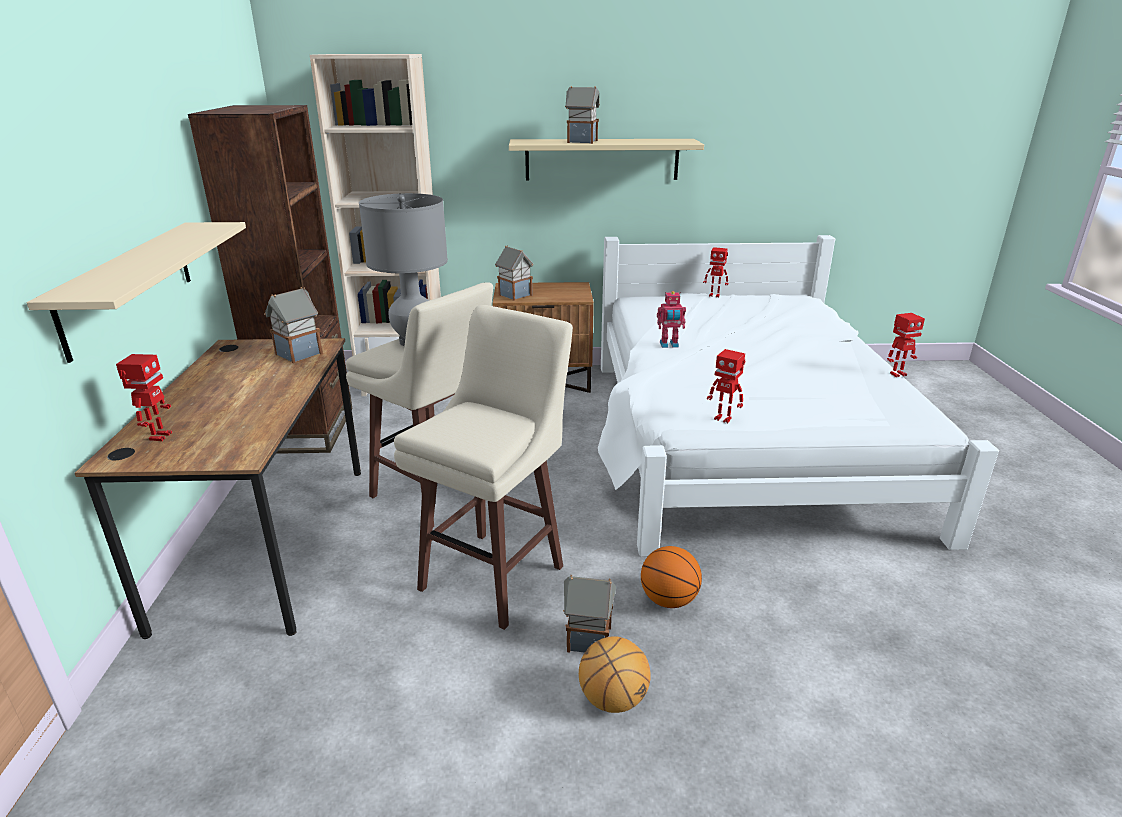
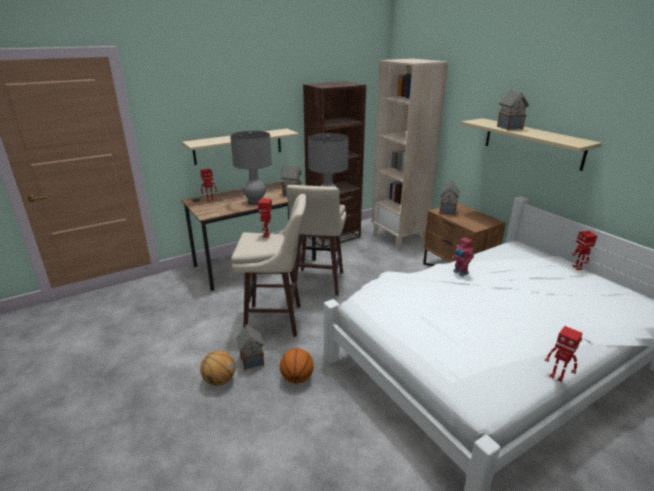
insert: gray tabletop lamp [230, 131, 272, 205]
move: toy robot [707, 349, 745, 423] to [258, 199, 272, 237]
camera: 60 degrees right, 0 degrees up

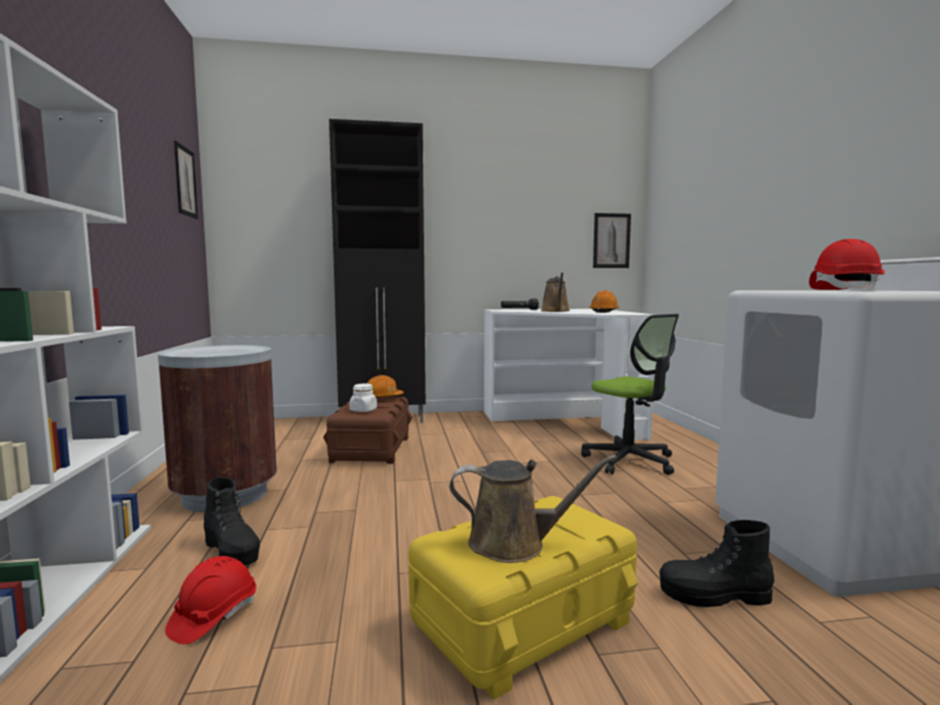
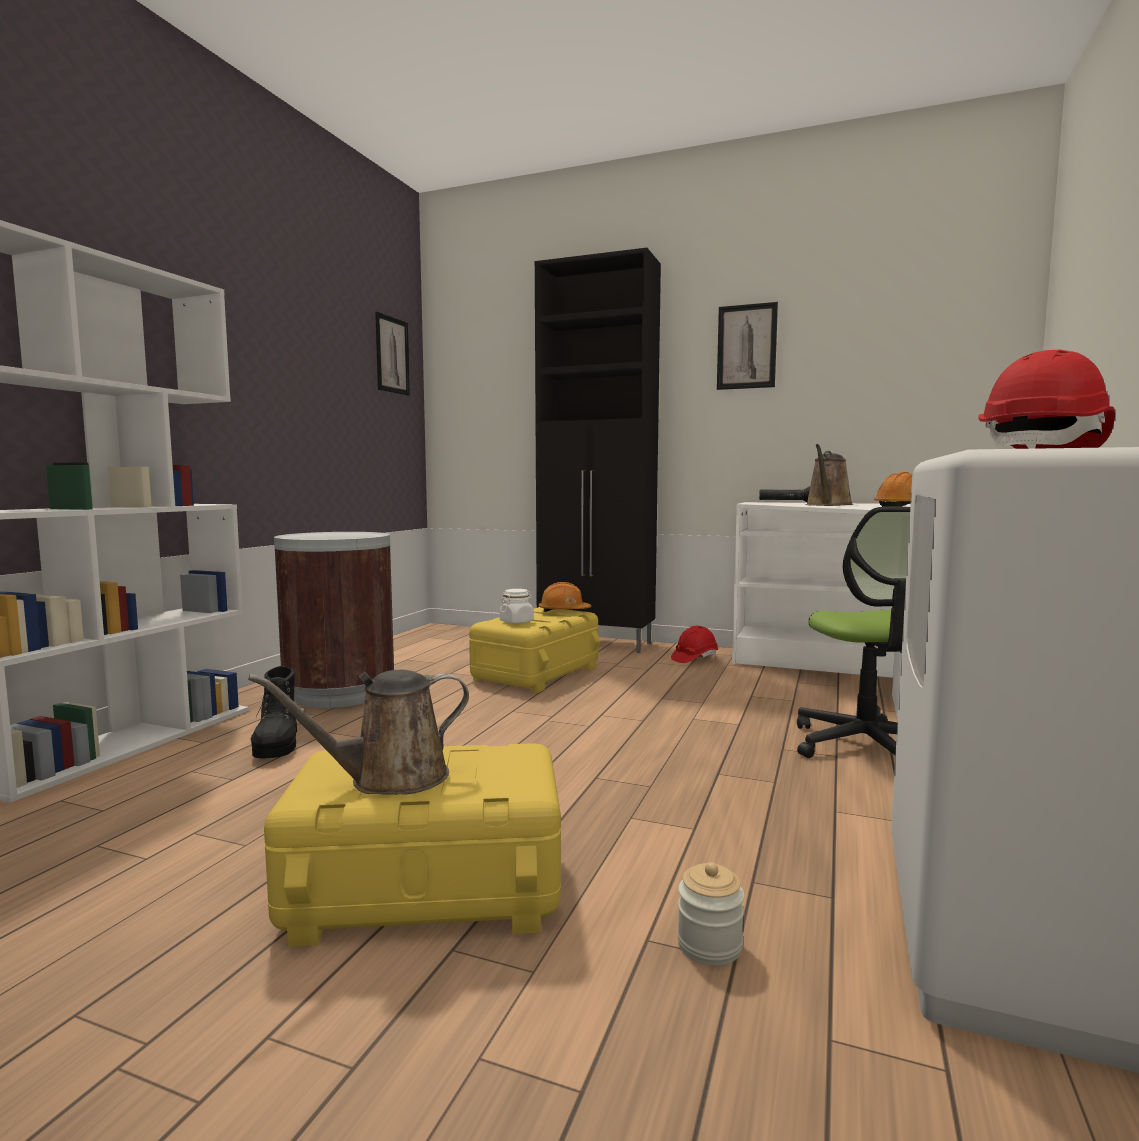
move: red-coloured work helmet [165, 556, 256, 644] to [671, 626, 718, 663]; picture [593, 213, 631, 268] to [717, 302, 778, 390]
replace: blackish tall boot [659, 520, 774, 607] to storage jar [677, 862, 745, 965]
recolor: brown-coloured storage box [323, 396, 412, 464] to yellow storage box [469, 607, 601, 693]
rotate: brown-coloured watering can [449, 455, 617, 563] = [248, 670, 469, 795] 120 degrees clockwise
camera: 30 degrees right, 0 degrees up

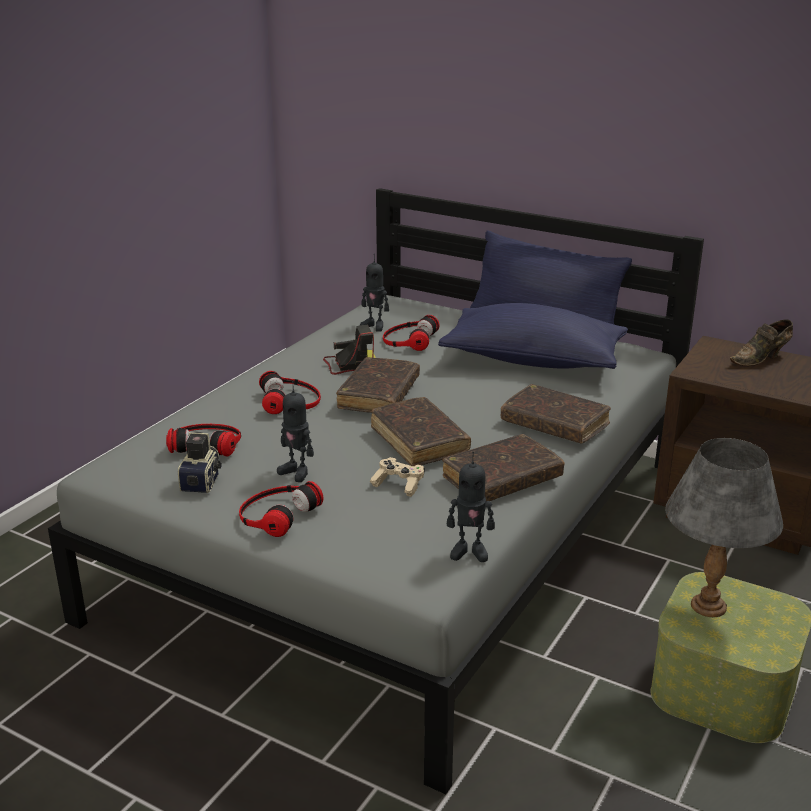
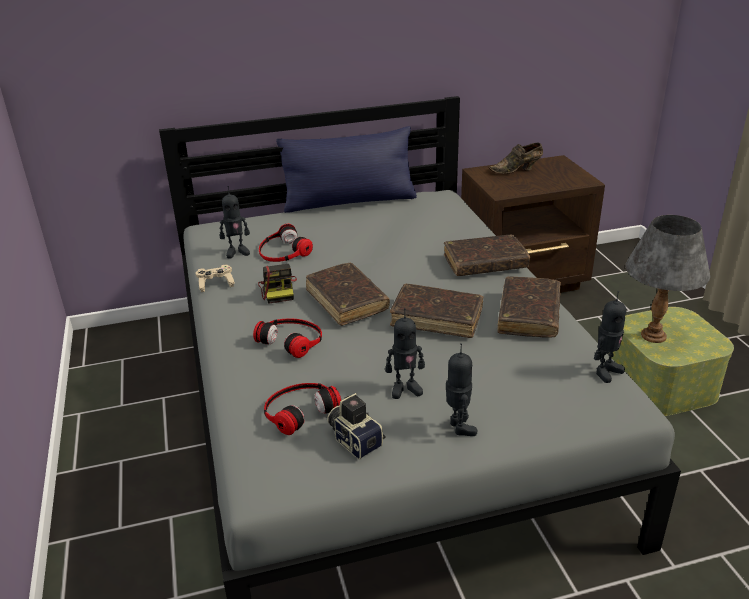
delete: bluish throw pillow [438, 303, 628, 369]
move: beige game controller [370, 457, 425, 497] to [196, 264, 235, 292]
replace: pair of headphones [239, 481, 323, 537] to toy robot [446, 343, 477, 436]
rotate: still camera [323, 324, 376, 375] = [258, 264, 297, 304] 135 degrees clockwise; brown-coloured item of footwear [730, 319, 793, 366] = [489, 143, 543, 174] 60 degrees clockwise
camera: 45 degrees left, 5 degrees up

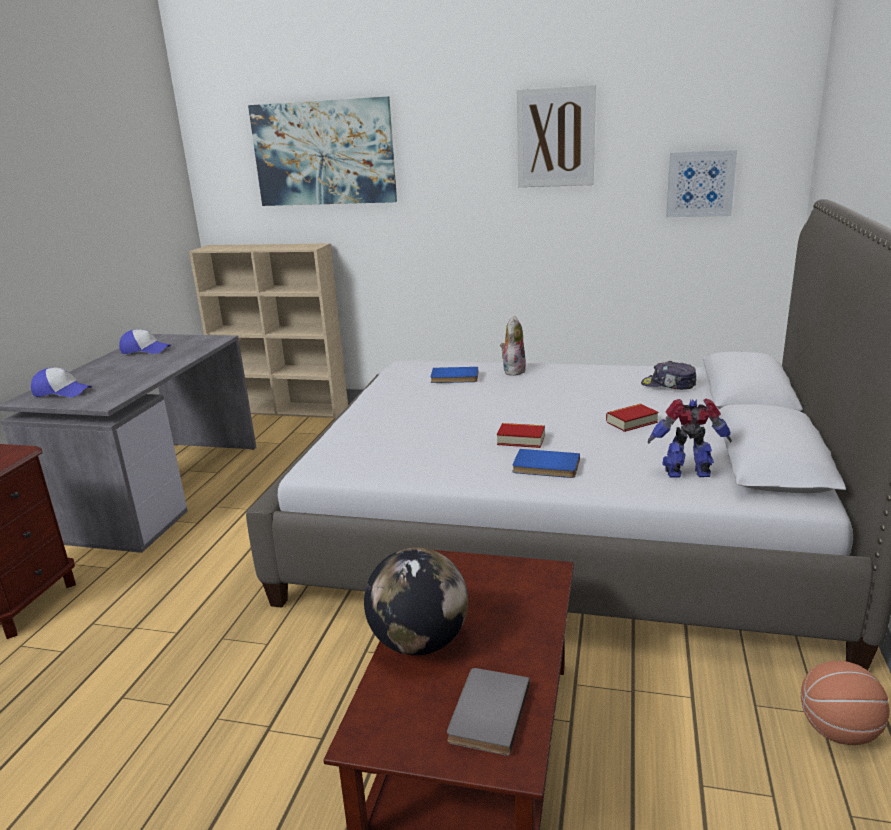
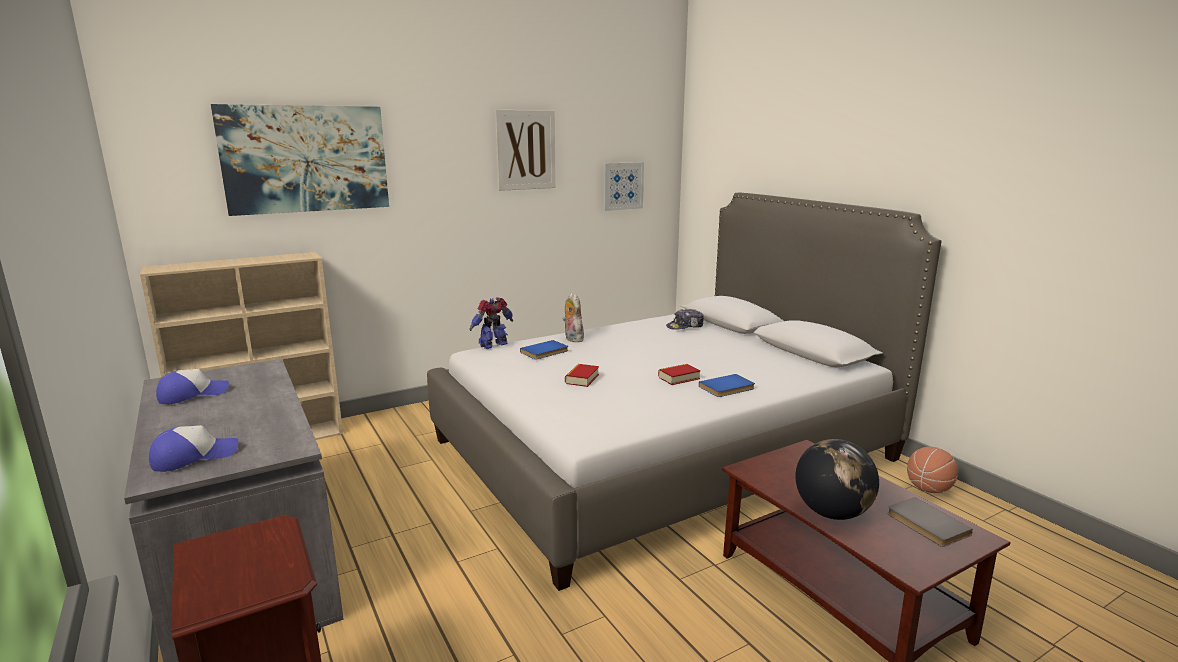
move: toy robot [648, 398, 732, 477] to [469, 297, 513, 349]; book [606, 404, 659, 432] to [565, 364, 599, 387]
camera: 45 degrees left, 5 degrees down

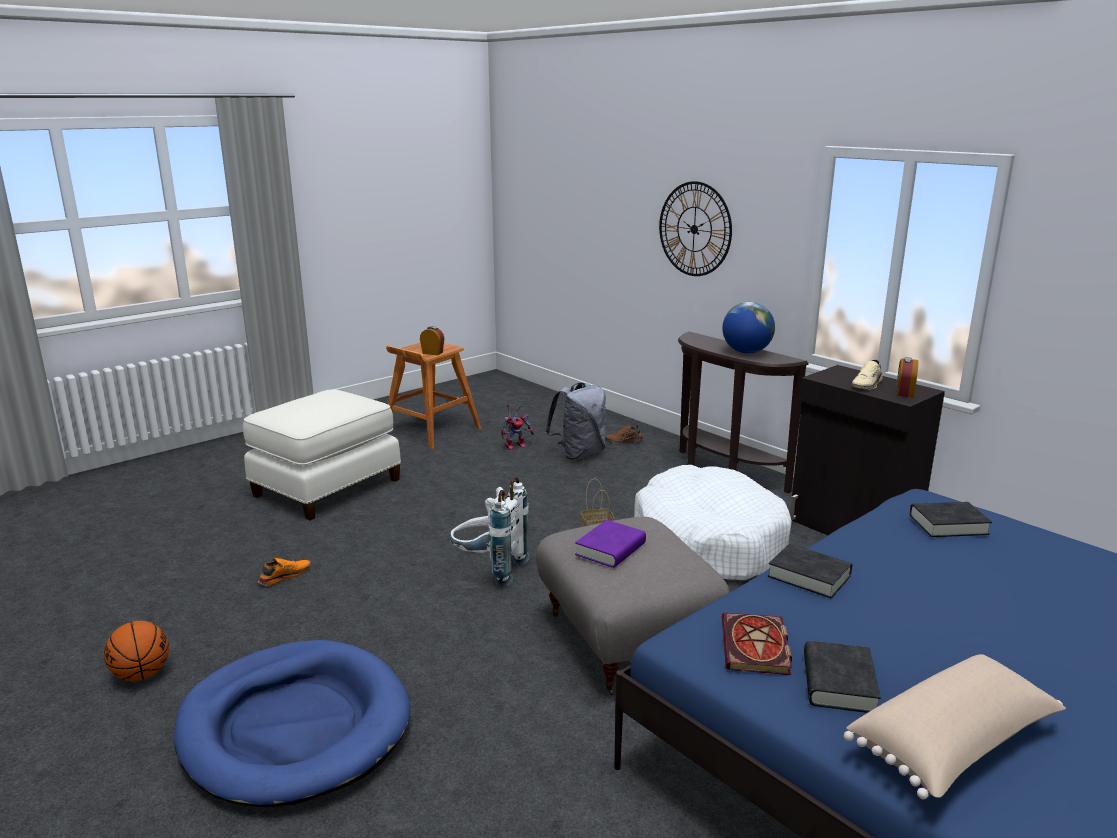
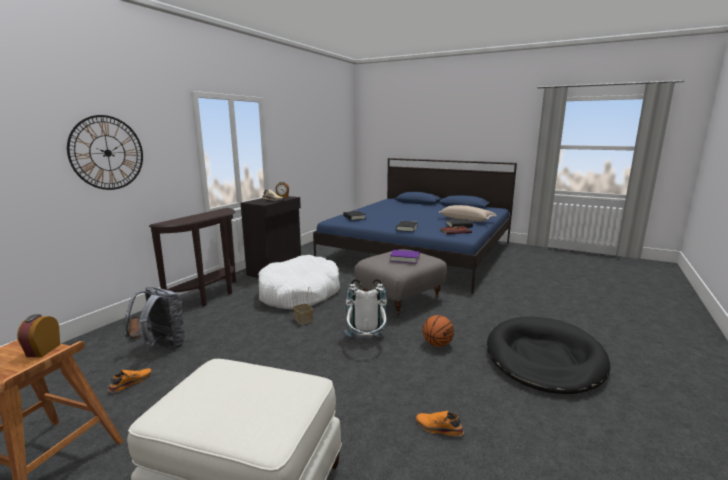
delete: world globe [722, 302, 775, 354]
move: ball for basketball [104, 621, 169, 681] to [423, 315, 454, 347]
replace: toy robot [501, 404, 534, 450] to orange-coloured item of footwear [108, 368, 152, 392]
recolor: bluish dog cushion [174, 640, 411, 807] to blackish dog cushion [487, 317, 610, 394]
camera: 110 degrees left, 5 degrees down

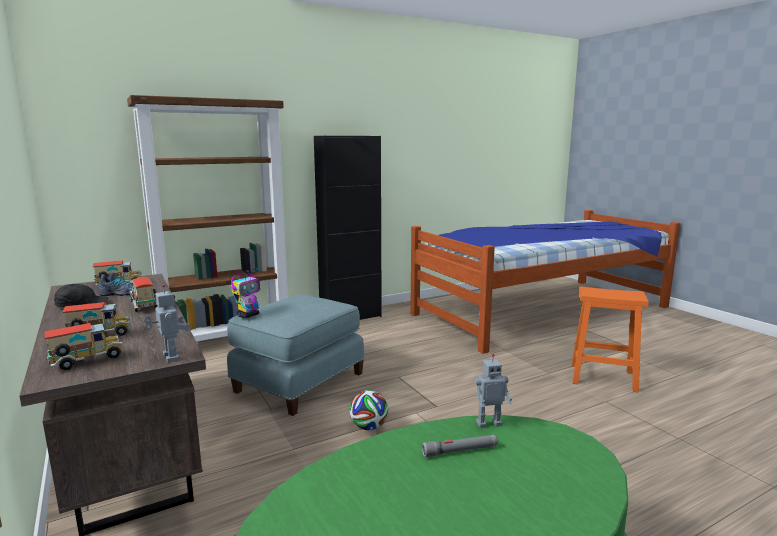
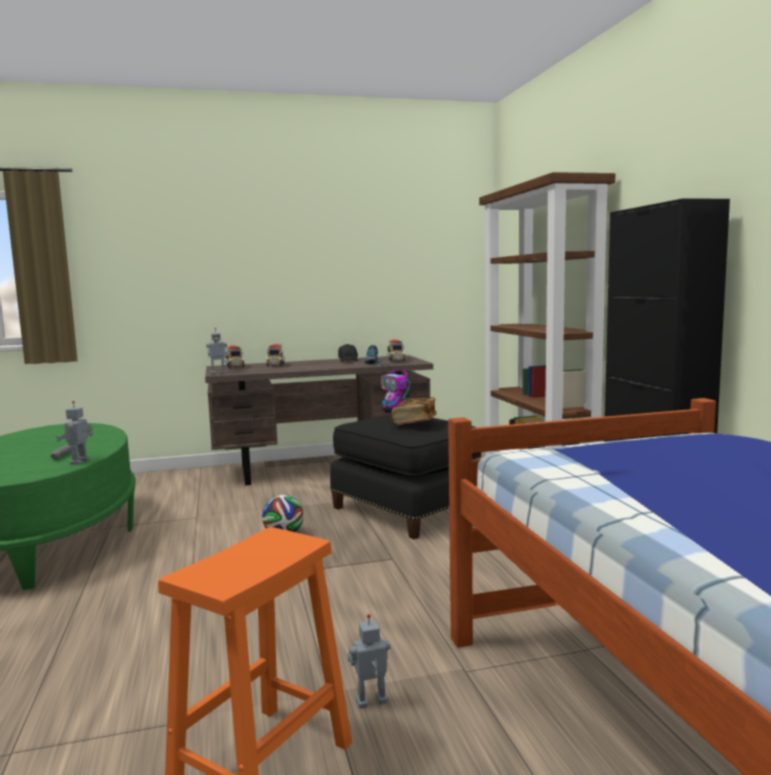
delete: toy truck [129, 277, 157, 312]
insert: toy robot [347, 614, 390, 709]; book [391, 397, 437, 425]
recolor: bluish ottoman [227, 294, 365, 416] to blackish ottoman [330, 414, 482, 539]
camera: 105 degrees right, 5 degrees down

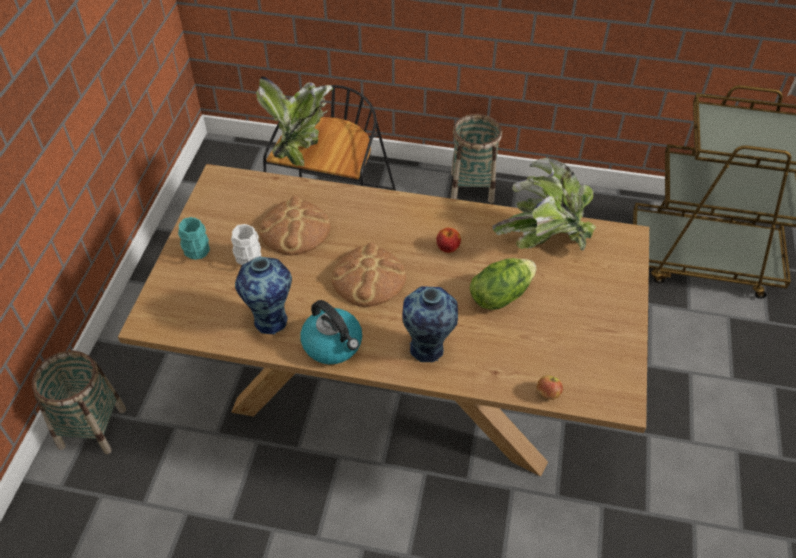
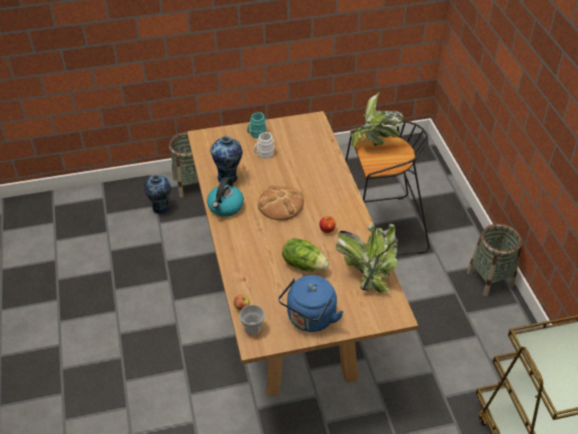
delete: baked bread [260, 196, 331, 256]
insert: drinking cup [239, 305, 265, 335]; bluish kettle [278, 275, 344, 332]
move: vase [403, 286, 458, 362] to [144, 175, 171, 214]
camera: 65 degrees right, 5 degrees down

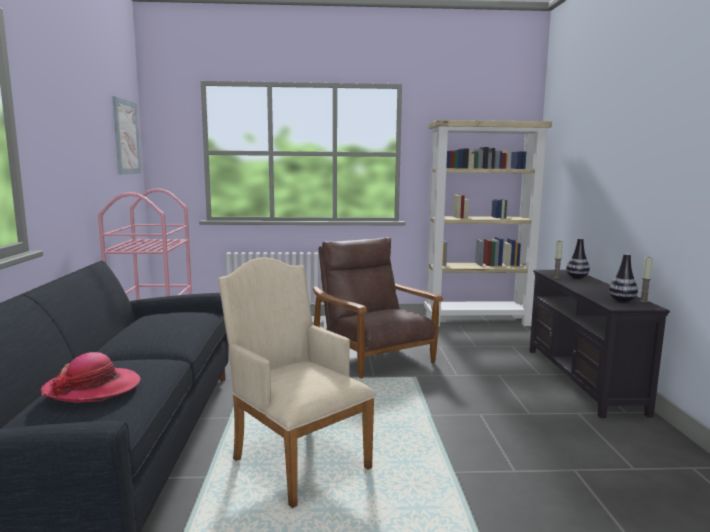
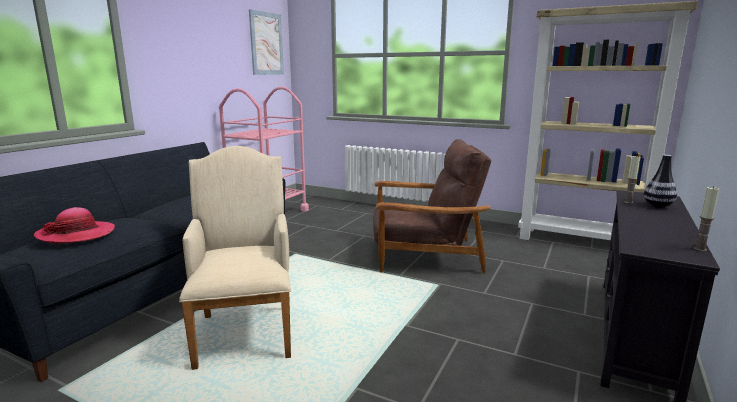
delete: vase [609, 254, 638, 303]
rotate: brown-coloured armchair [313, 237, 443, 378] = [373, 139, 491, 273] 90 degrees clockwise
camera: 30 degrees right, 5 degrees up

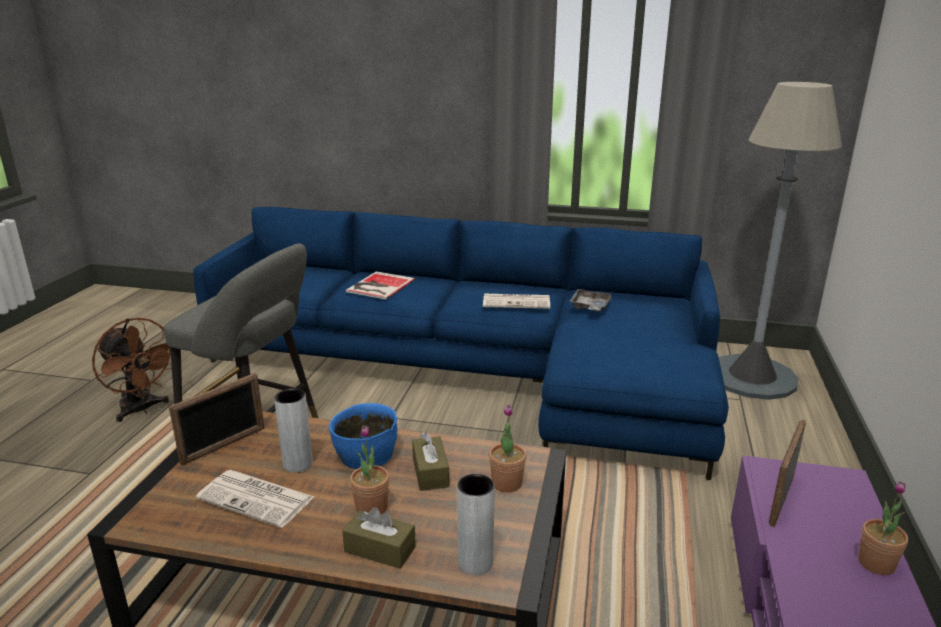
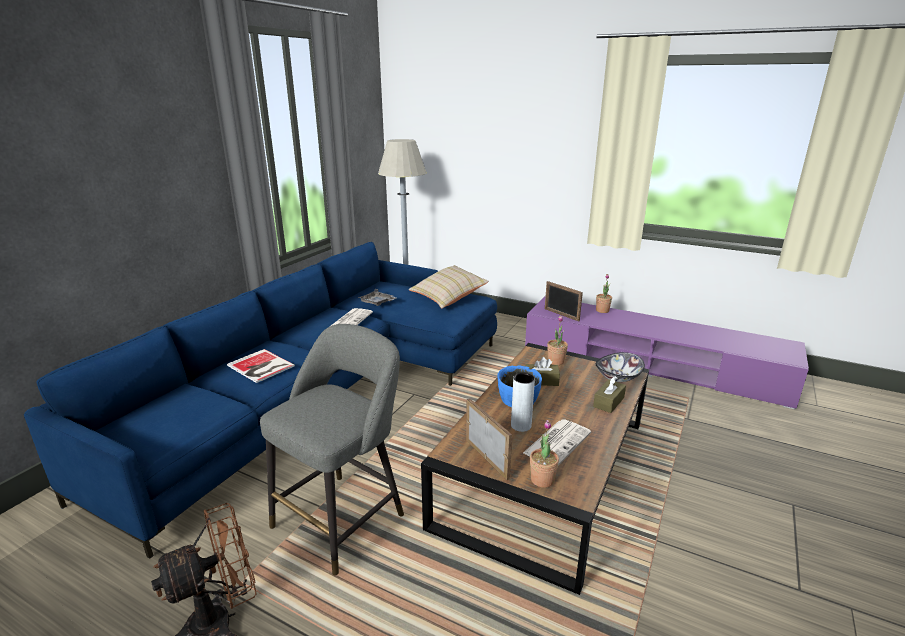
insert: beige throw pillow [409, 265, 489, 308]
move: potted plant [350, 425, 389, 514] to [530, 420, 559, 488]
replace: gray vase [457, 474, 495, 575] to serving bowl [595, 352, 645, 382]
camera: 75 degrees left, 0 degrees up

